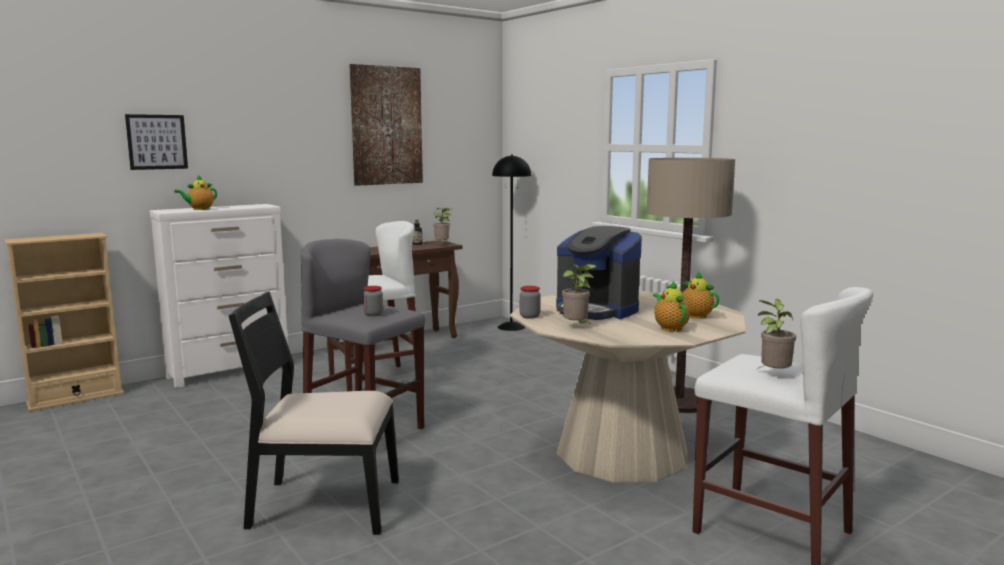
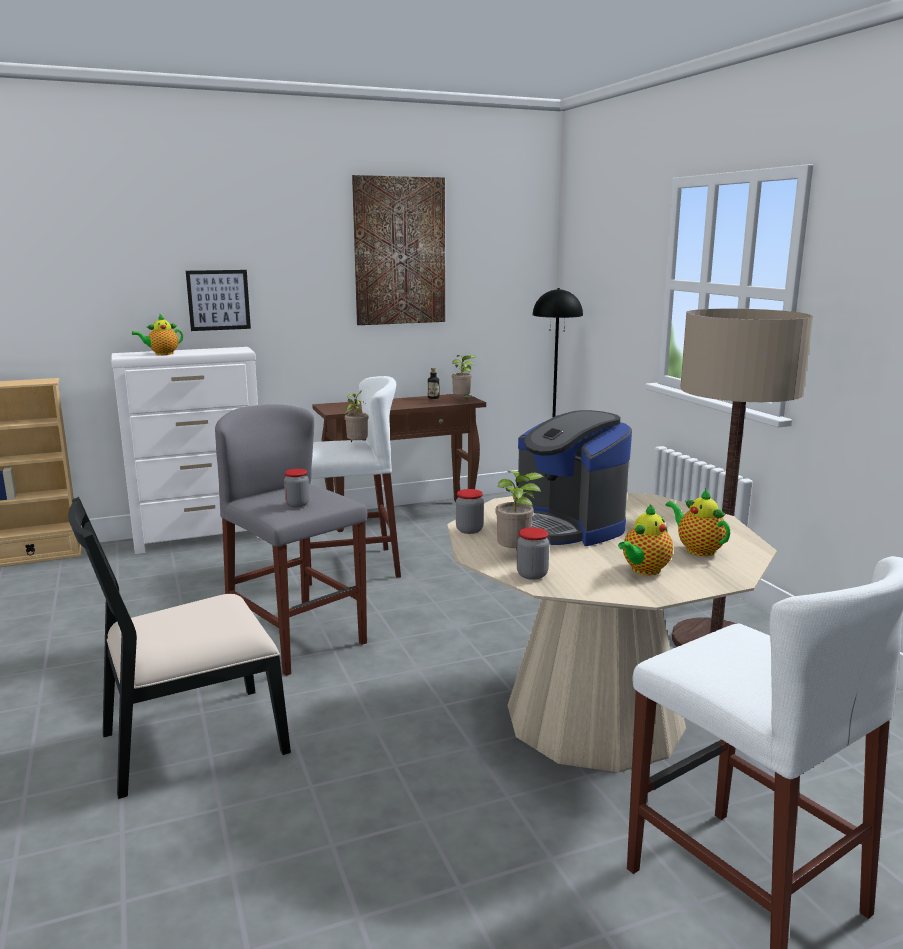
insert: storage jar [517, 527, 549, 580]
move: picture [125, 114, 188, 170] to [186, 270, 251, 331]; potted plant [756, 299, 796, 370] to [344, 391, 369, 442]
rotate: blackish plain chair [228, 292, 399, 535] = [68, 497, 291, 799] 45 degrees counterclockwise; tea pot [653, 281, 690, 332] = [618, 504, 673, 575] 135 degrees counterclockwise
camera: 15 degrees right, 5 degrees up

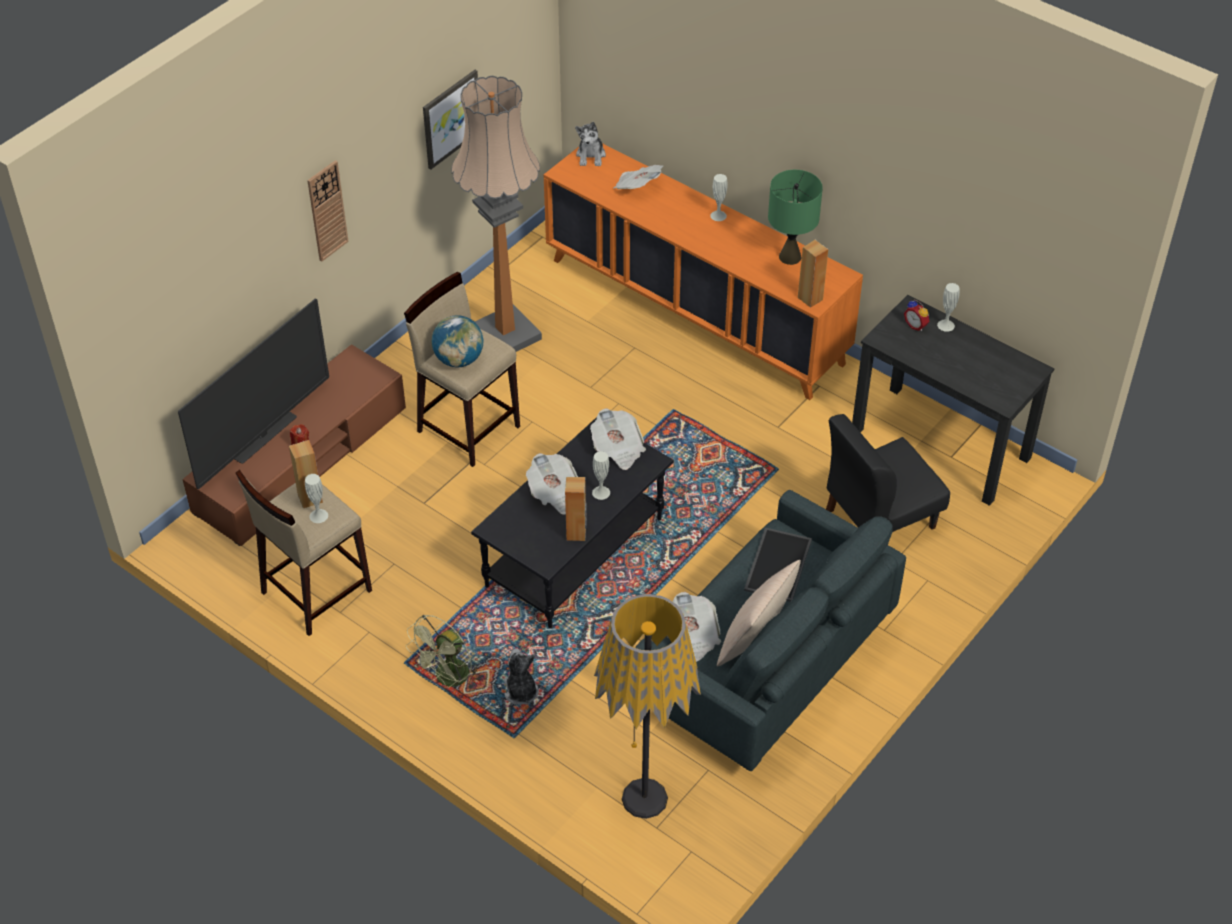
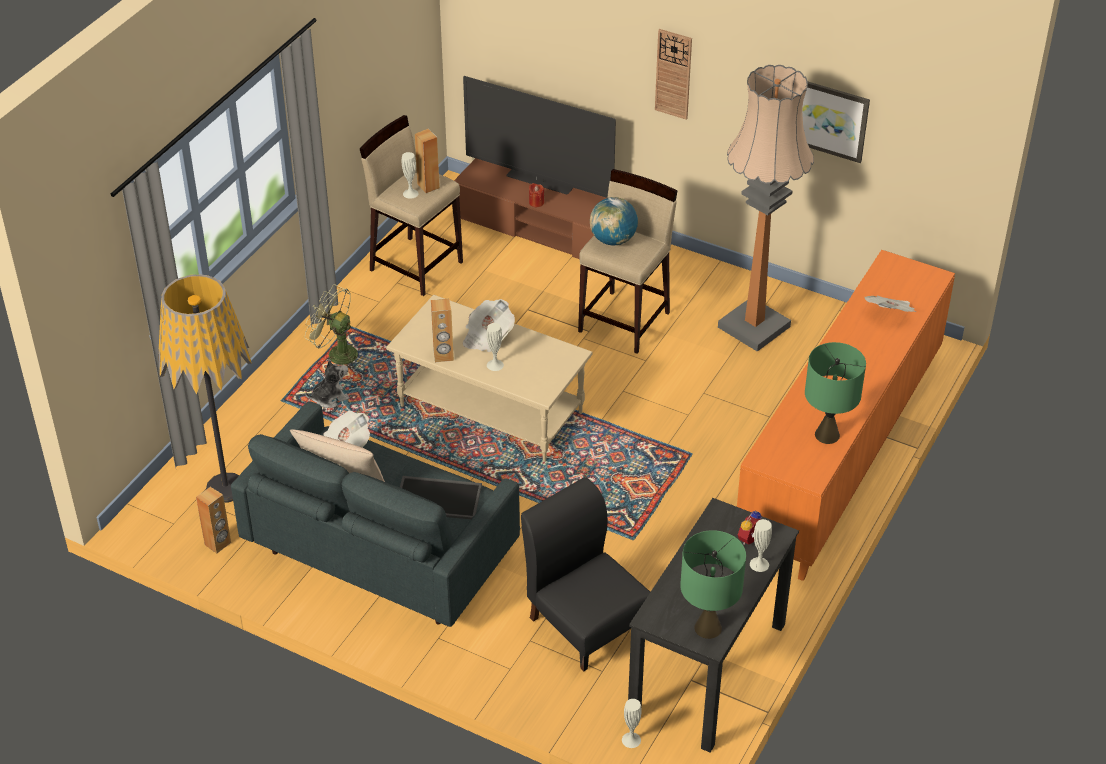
delete: cuddly toy [575, 122, 606, 166]; printed paper [590, 408, 646, 470]
insert: green-coloured tabletop lamp [680, 530, 746, 639]
move: brown-coloured loudspeaker [798, 240, 828, 308] to [196, 487, 231, 553]; white vase [710, 174, 728, 221] to [622, 699, 642, 748]
recolor: blackish low table [471, 417, 674, 628] to beige low table [386, 295, 593, 461]
camera: 80 degrees right, 5 degrees down

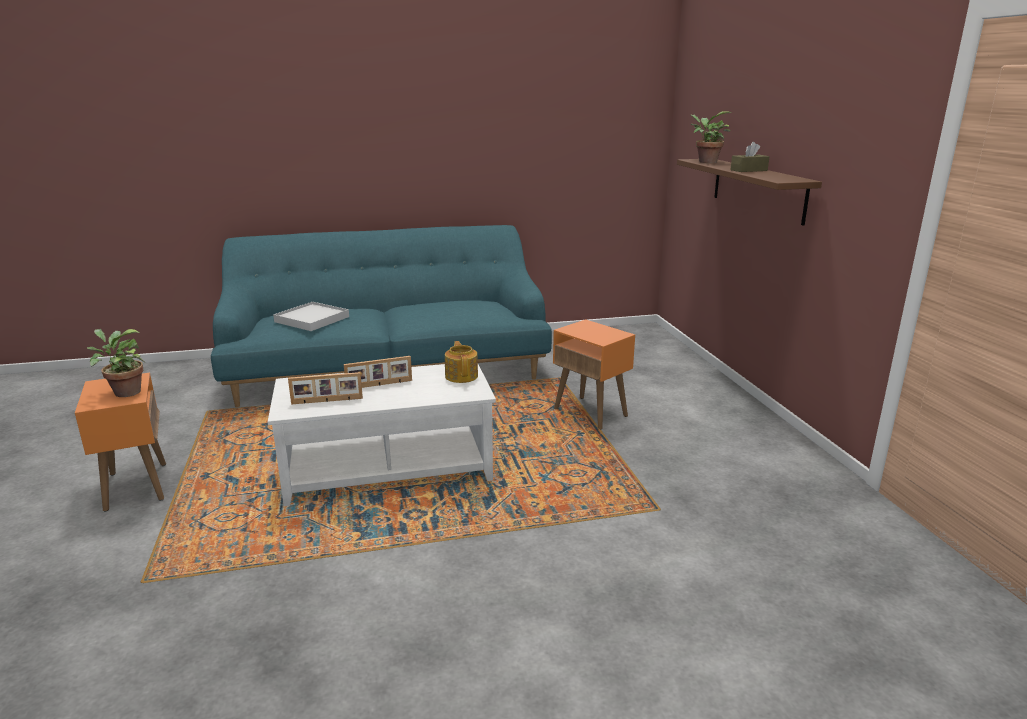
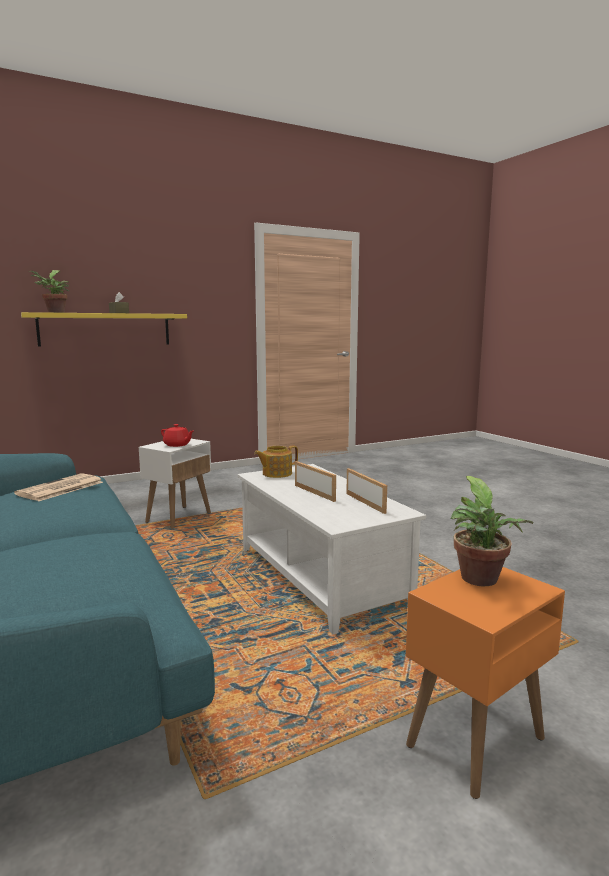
delete: white tray [273, 302, 349, 331]
insert: printed paper [14, 473, 103, 501]; red-coloured tea pot [161, 424, 193, 447]
recolor: brown-coloured wall shelf [677, 159, 822, 225] to yellow wall shelf [21, 312, 187, 346]; orange-coloured end table [553, 319, 635, 429] to white end table [139, 439, 211, 529]
camera: 105 degrees left, 10 degrees down

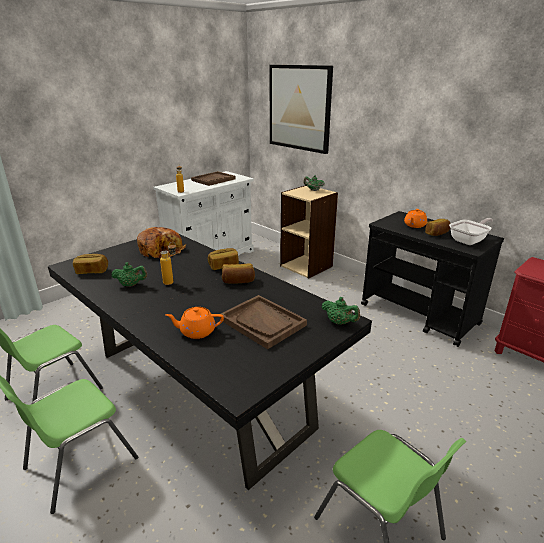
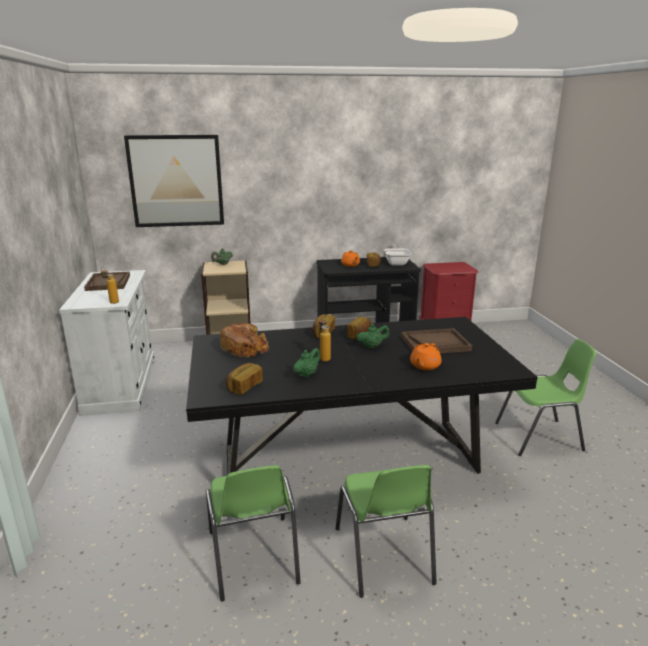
move: green-coloured tea pot [322, 297, 360, 325] to [357, 324, 389, 348]
camera: 55 degrees left, 5 degrees down

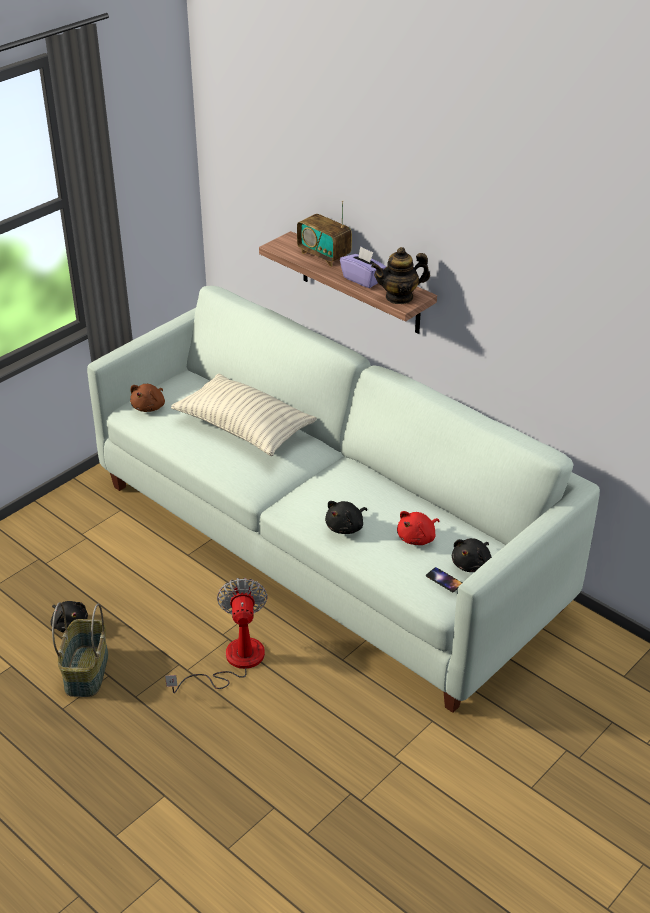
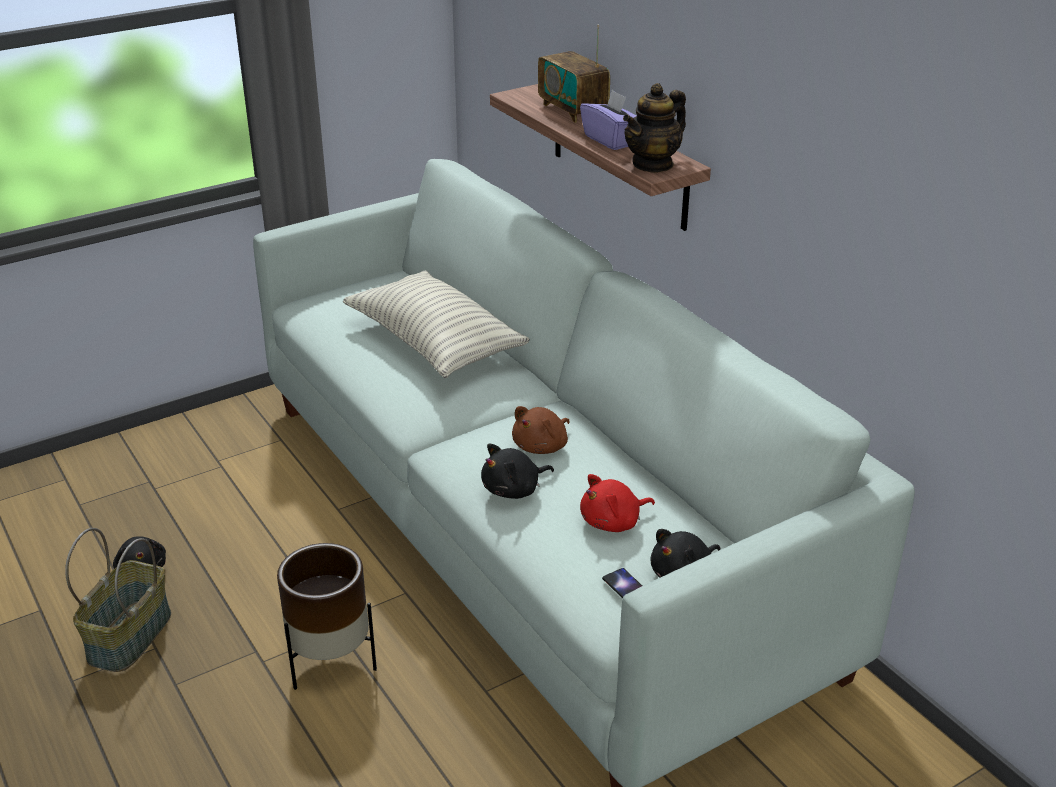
move: brown-coloured cuddly toy [130, 384, 165, 412] to [512, 406, 570, 454]
replace: fan [165, 578, 268, 693] to brown-coloured plant pot [277, 543, 377, 690]
rotate: tea pot [371, 247, 430, 304] = [623, 83, 686, 173] 45 degrees counterclockwise
camera: 15 degrees right, 5 degrees down

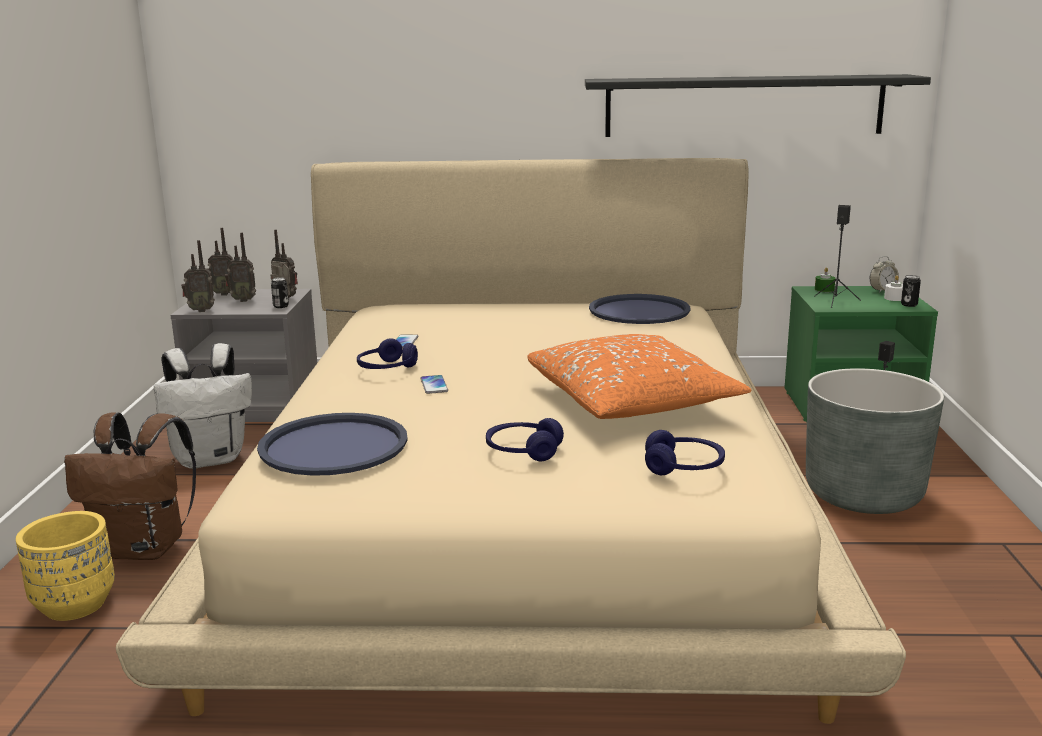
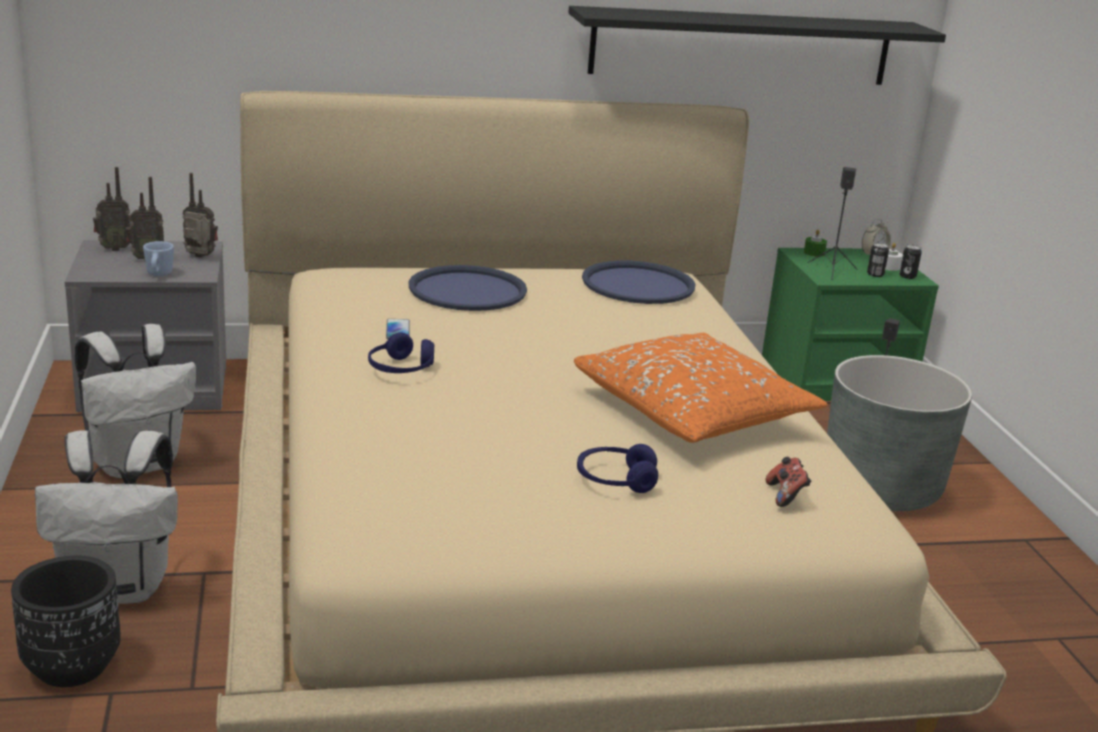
delete: radio receiver [181, 240, 215, 312]; telephone [421, 375, 448, 394]
insert: bluish coffee mug [143, 241, 174, 276]
move: bluish tray [257, 413, 408, 476] to [408, 265, 527, 311]; sealed can [271, 277, 289, 308] to [867, 243, 889, 277]
replace: bluish pair of headphones [645, 430, 725, 475] to game controller [766, 457, 811, 507]
recolor: yellow plant pot [16, 511, 115, 621] to blackish plant pot [11, 555, 121, 687]; brown-coloured knapsack [64, 412, 196, 560] to white knapsack [35, 430, 178, 604]
camera: 15 degrees left, 5 degrees up

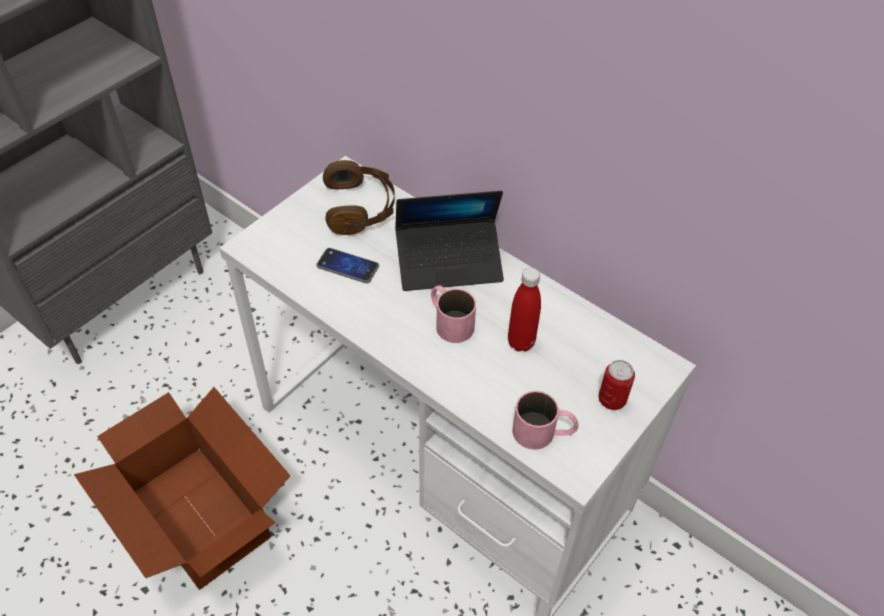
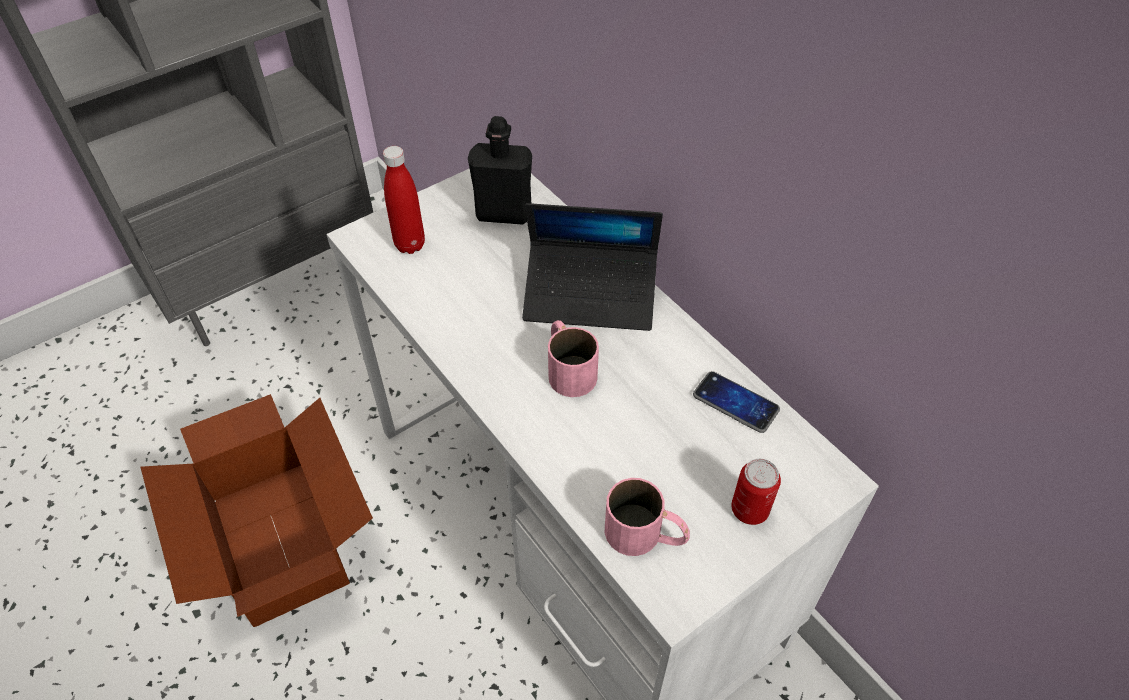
move: red-coloured bottle [508, 268, 541, 352] to [383, 146, 425, 254]; telephone [316, 248, 379, 283] to [693, 371, 780, 433]
replace: brown-coloured pair of headphones [323, 160, 395, 235] to blackish bottle [468, 116, 532, 225]
camera: 15 degrees right, 0 degrees up

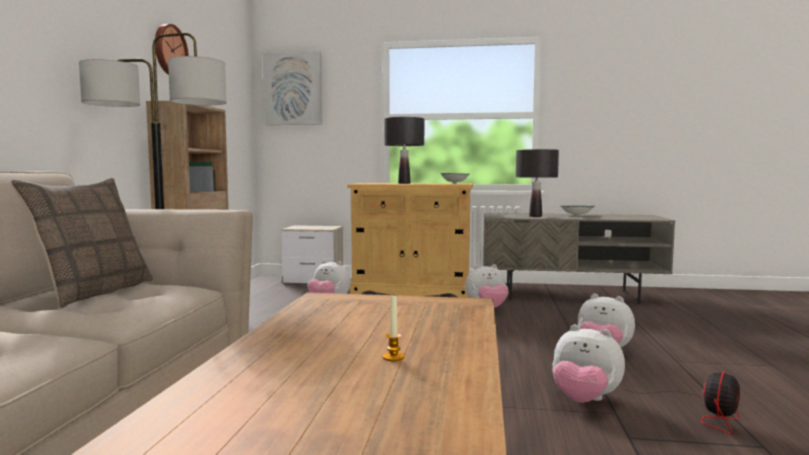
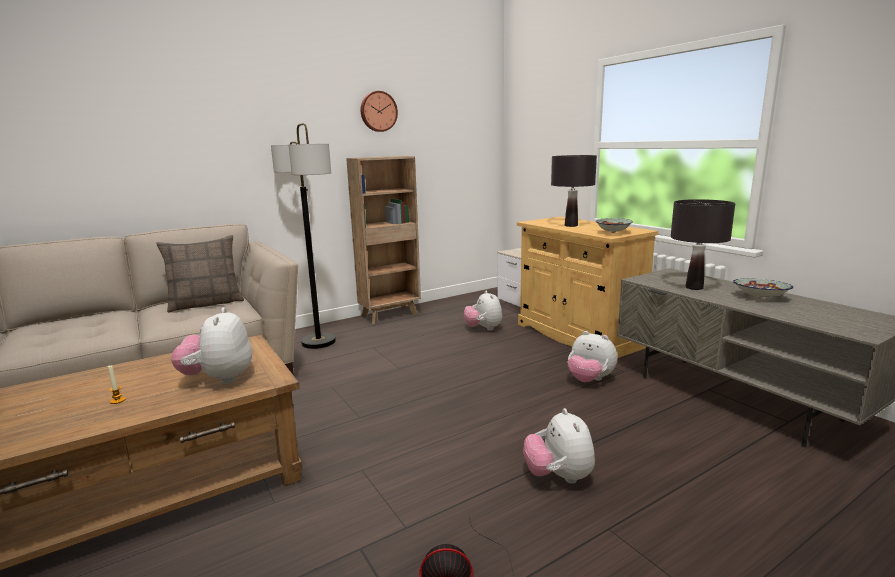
delete: picture [263, 51, 322, 125]
move: cuddly toy [552, 325, 625, 403] to [171, 307, 252, 384]
camera: 50 degrees right, 10 degrees up

